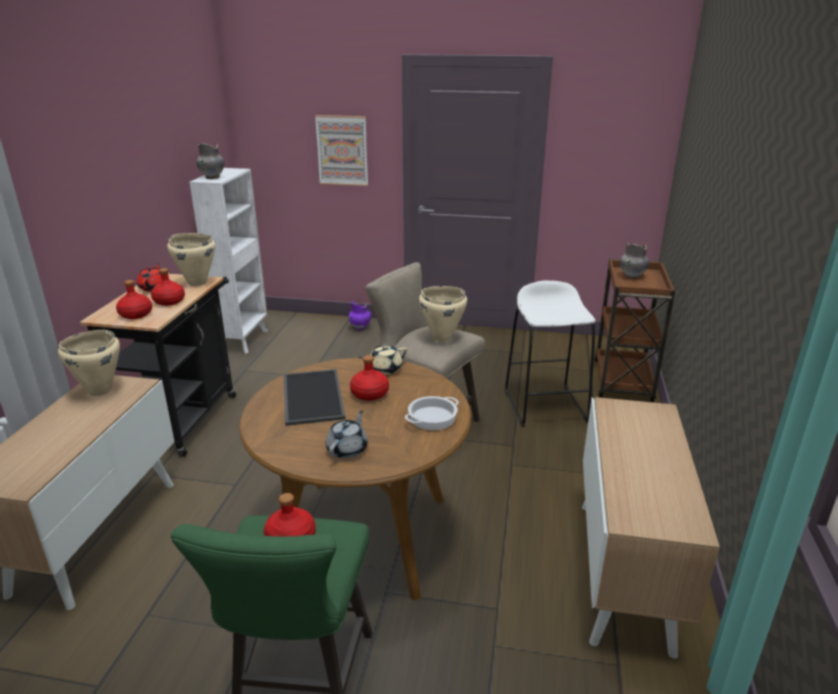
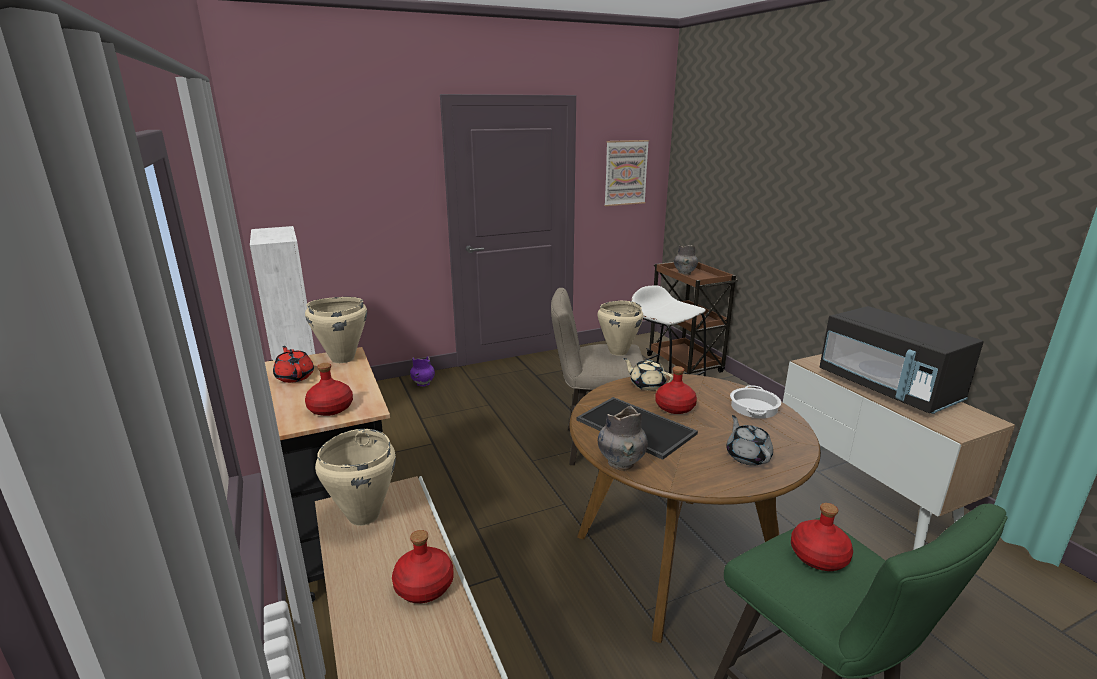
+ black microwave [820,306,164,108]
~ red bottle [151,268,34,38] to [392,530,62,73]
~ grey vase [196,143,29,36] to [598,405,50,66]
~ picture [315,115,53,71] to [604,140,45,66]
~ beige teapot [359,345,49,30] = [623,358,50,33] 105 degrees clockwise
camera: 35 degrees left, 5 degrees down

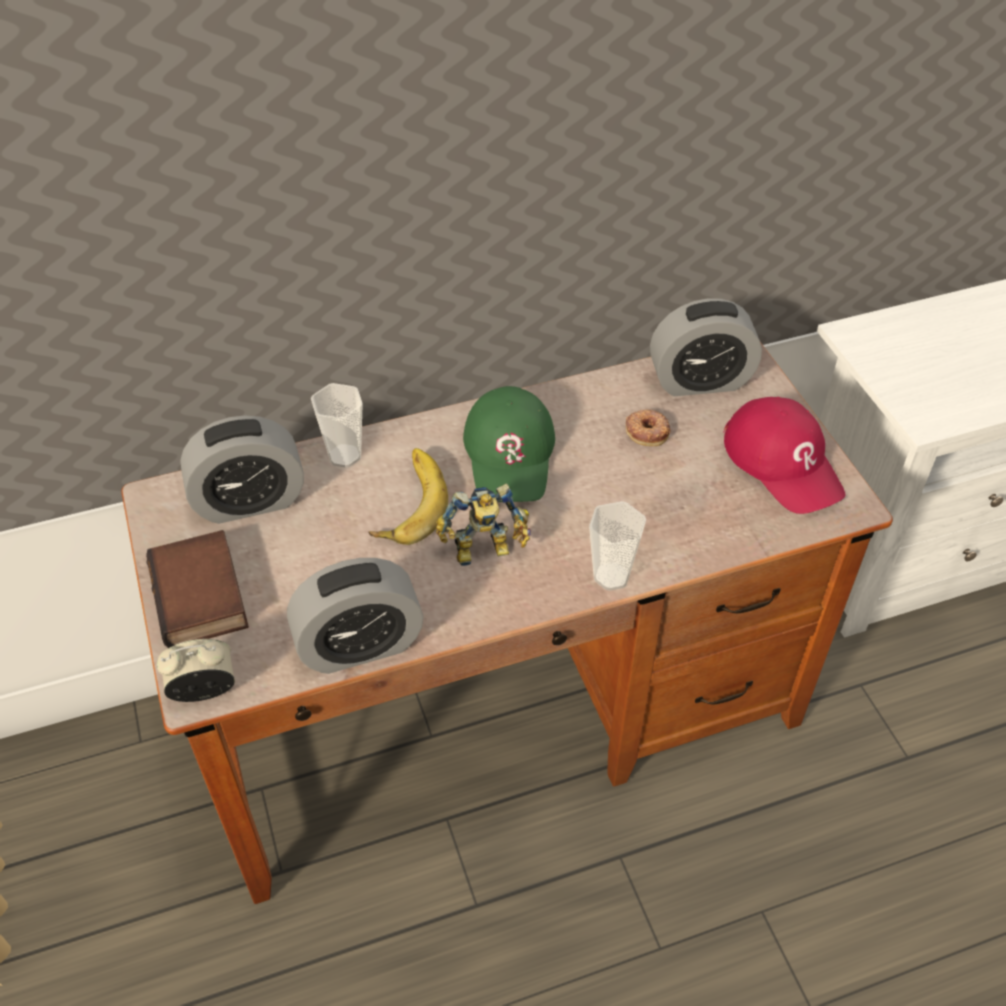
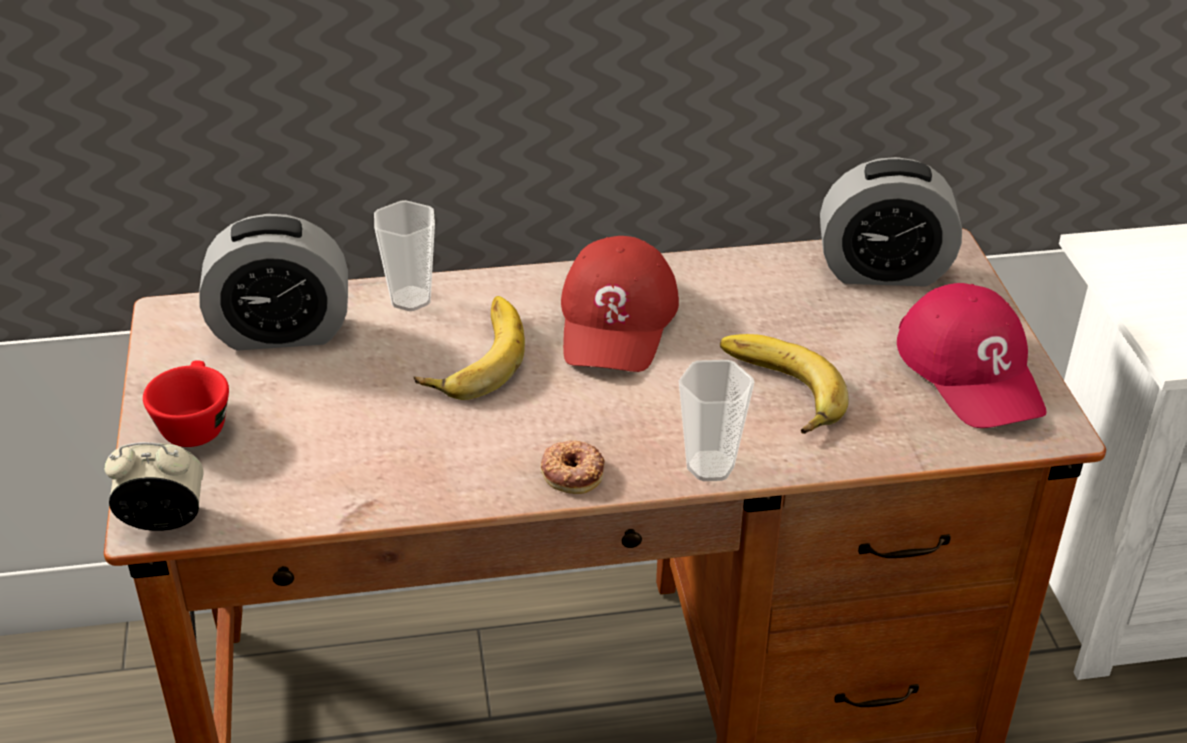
- alarm clock [287,558,137,116]
- toy robot [435,483,96,83]
+ banana [720,334,129,100]
~ donut [626,409,45,37] to [541,440,64,54]
~ book [146,530,103,118] to red cup [143,361,86,86]
~ green cap [463,386,92,116] to red cap [561,236,118,136]
camera: 10 degrees right, 10 degrees down

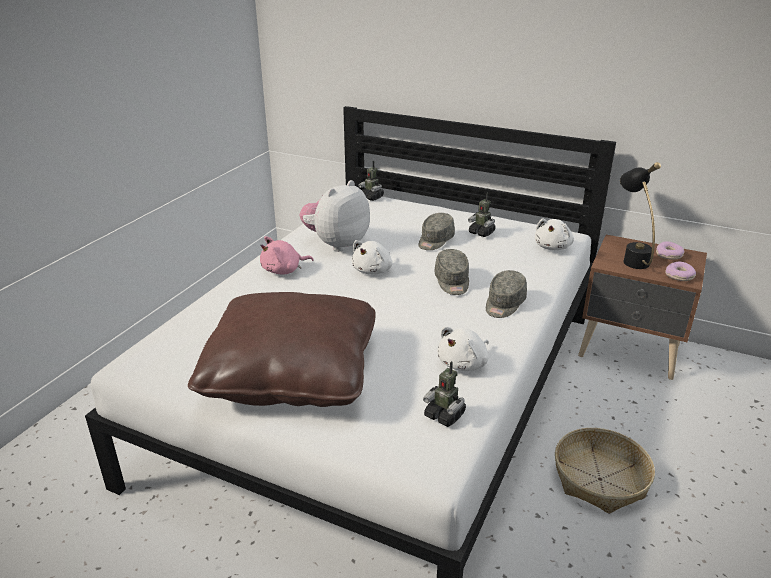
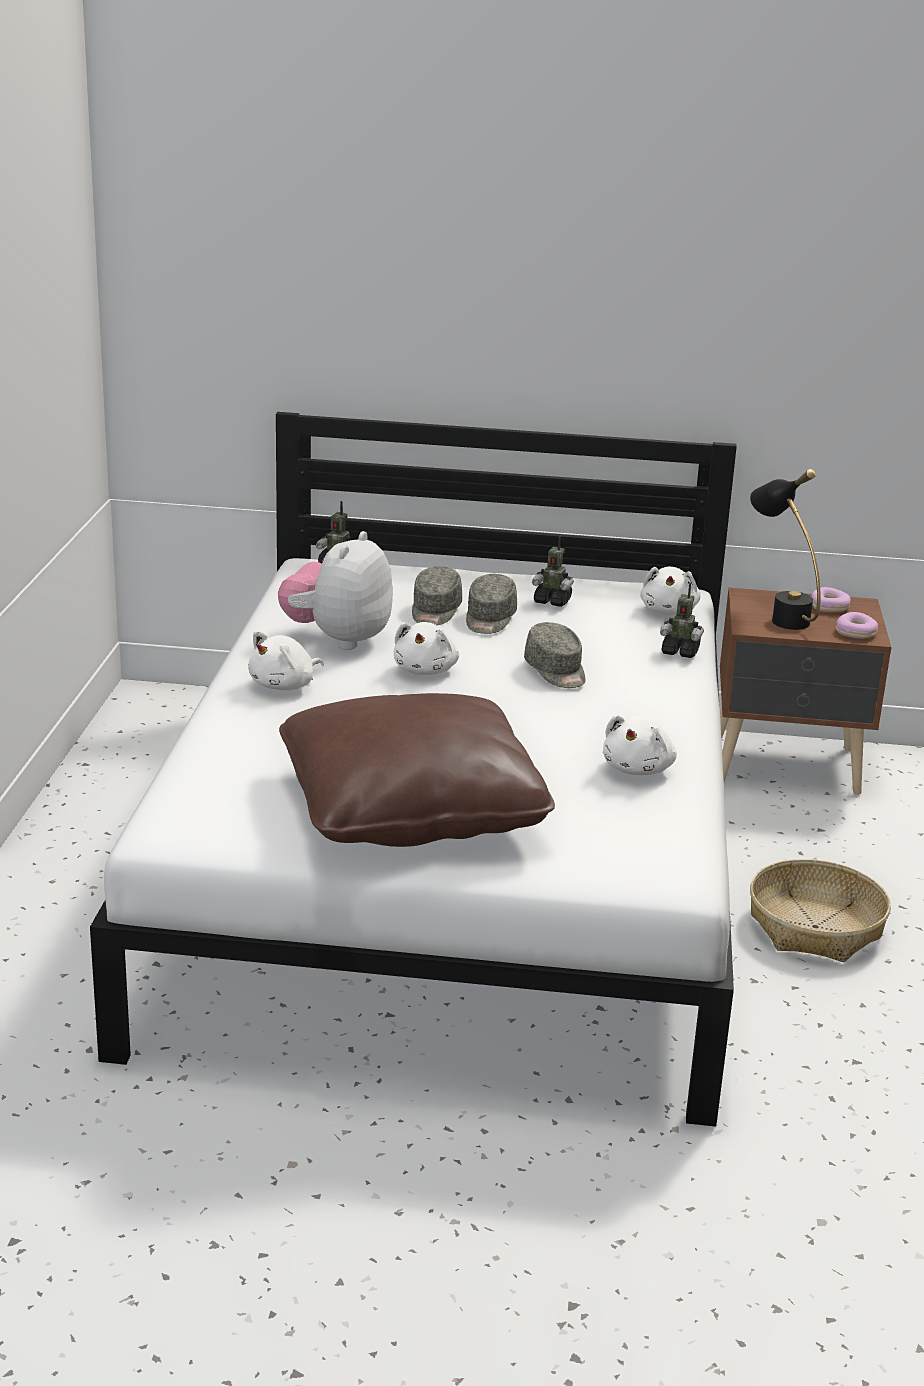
~ toy robot [423,361,43,66] to [660,583,44,75]
~ grey cap [486,270,41,48] to [412,566,50,59]
~ pink plush toy [260,236,54,38] to white plush toy [248,631,76,59]
camera: 20 degrees left, 5 degrees down

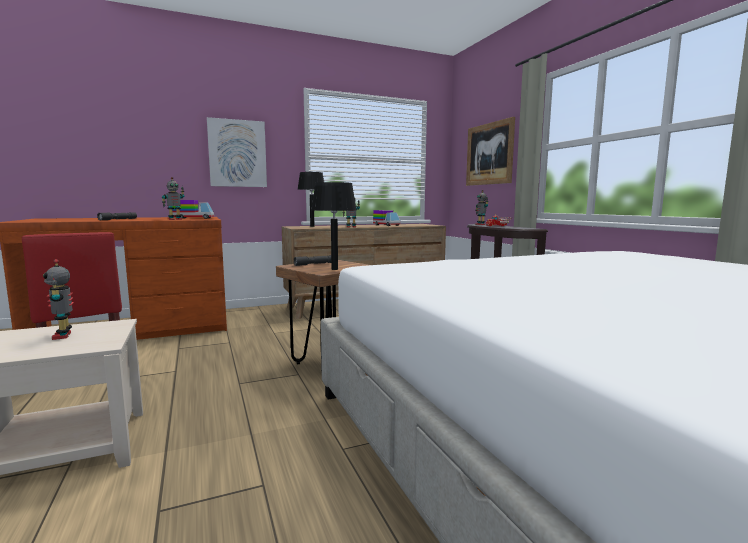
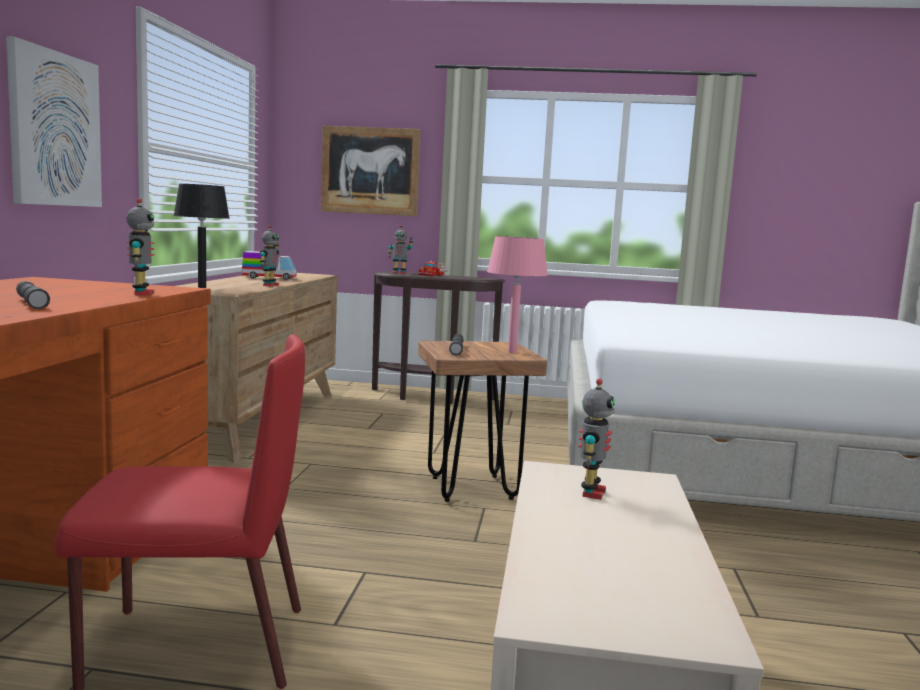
- toy truck [172,200,42,19]
~ black table lamp [311,182,45,88] to pink table lamp [487,236,61,117]
~ toy robot [43,259,31,81] = [578,378,37,122] 75 degrees counterclockwise
camera: 60 degrees left, 0 degrees up

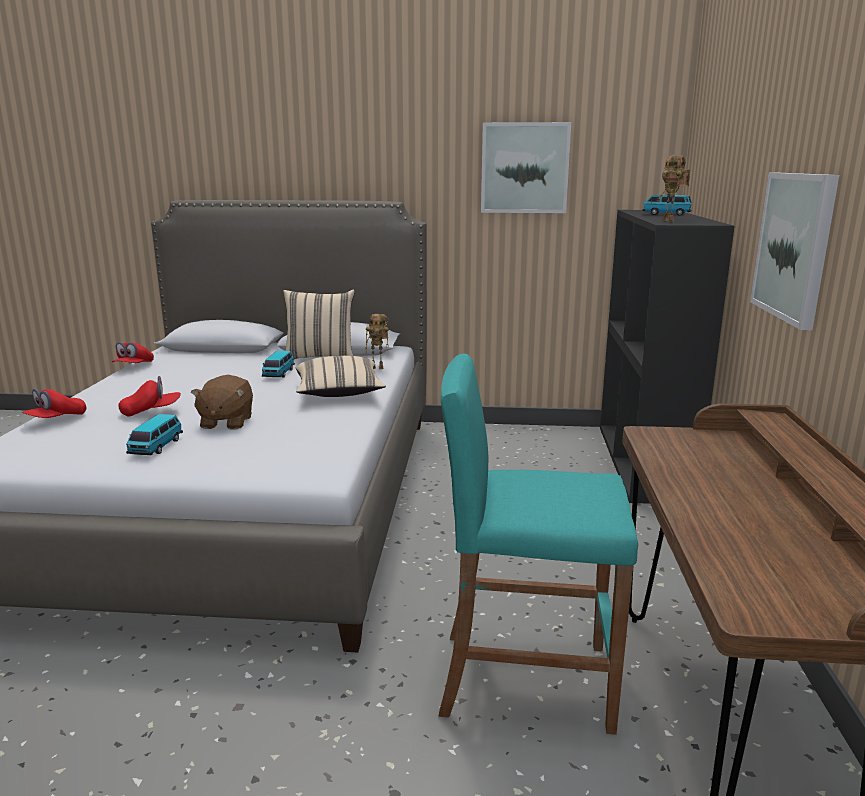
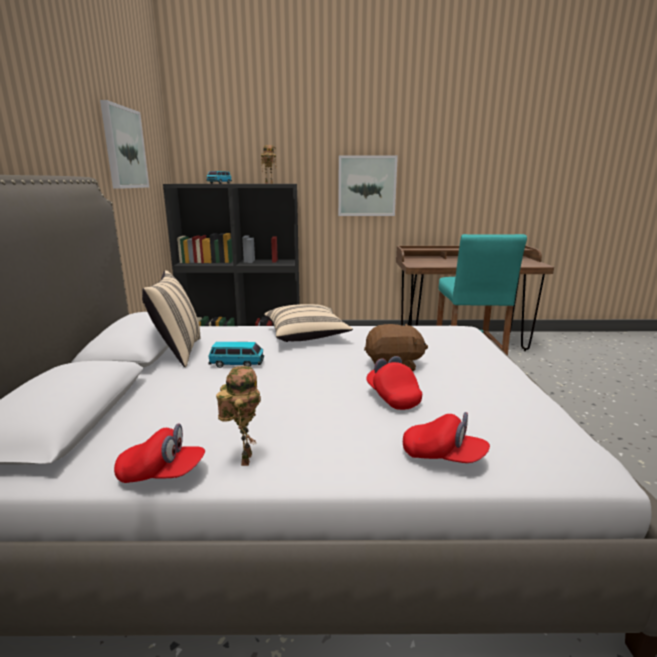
- toy car [126,414,57,41]
~ toy robot [365,314,24,55] to [216,366,45,100]
camera: 95 degrees left, 0 degrees up

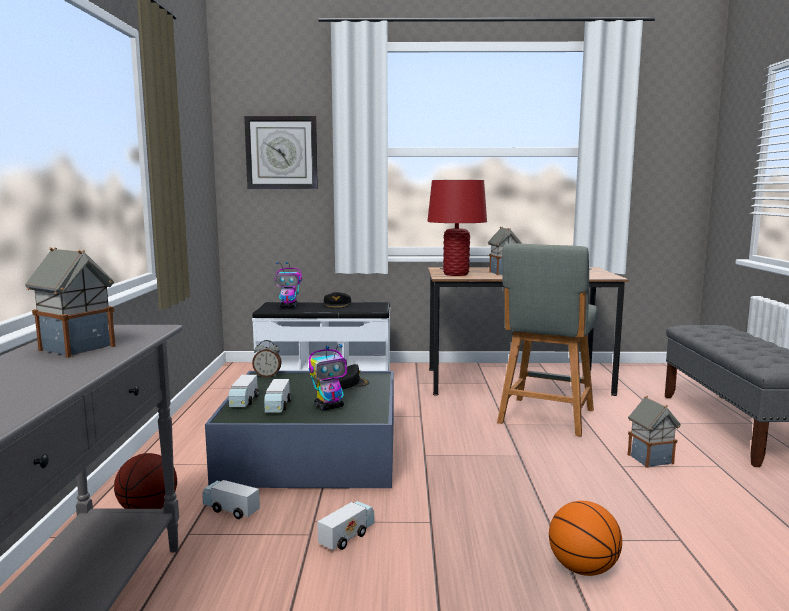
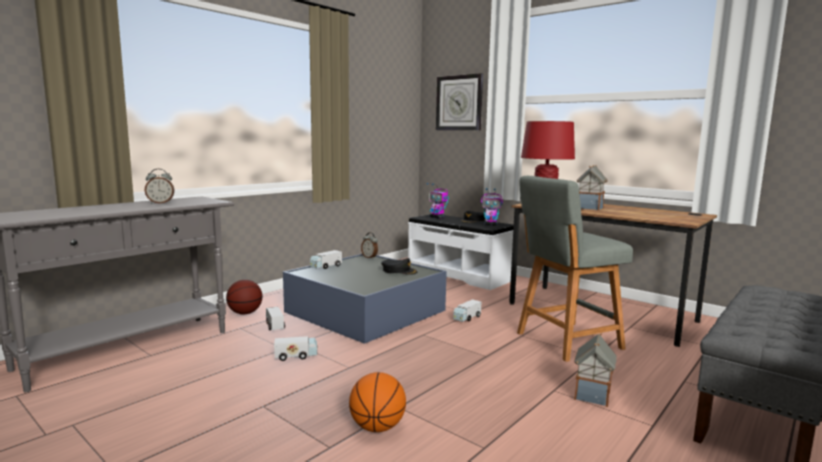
~ toy truck [264,379,27,33] to [453,299,28,23]
~ toy robot [309,344,38,67] to [481,188,22,38]
~ toy house [25,247,91,111] to alarm clock [144,169,30,35]
camera: 40 degrees right, 0 degrees up

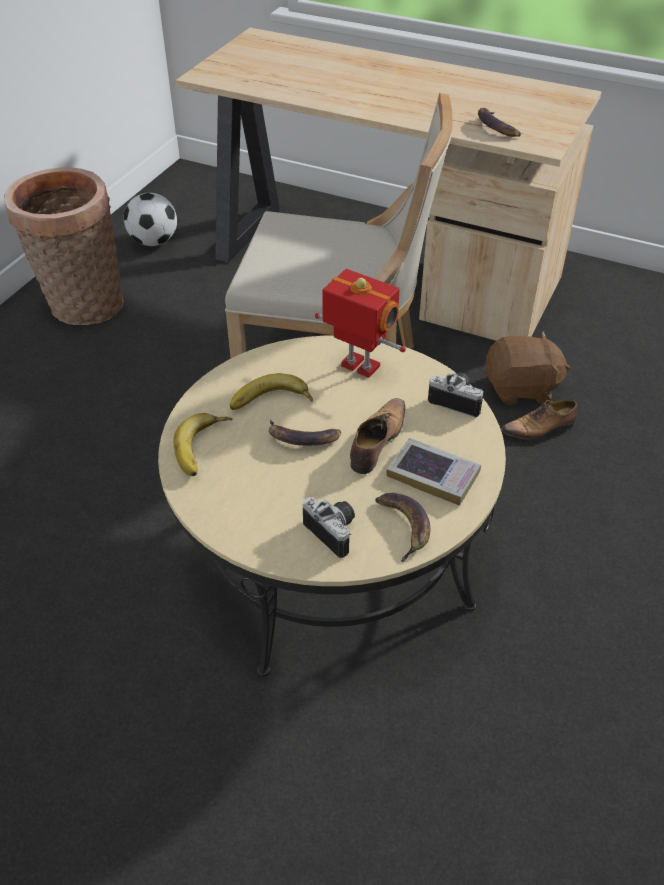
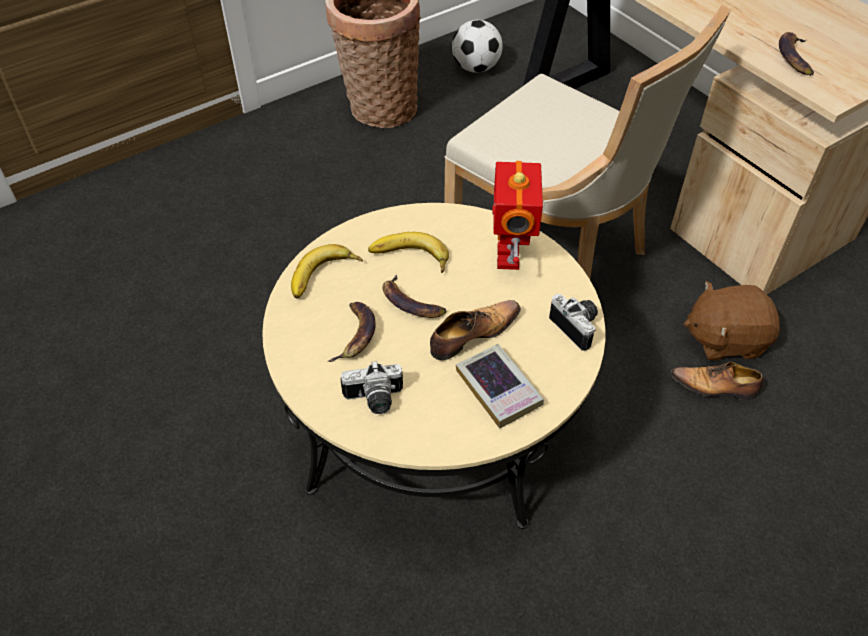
~ banana [375,493,55,69] to [328,302,48,60]
~ photo camera [303,497,52,61] = [341,361,62,53] 90 degrees clockwise
~ toy robot [315,269,91,109] = [492,161,51,109] 150 degrees counterclockwise
~ brown plush toy [484,331,86,74] = [684,281,95,79] 150 degrees clockwise
camera: 30 degrees right, 5 degrees up

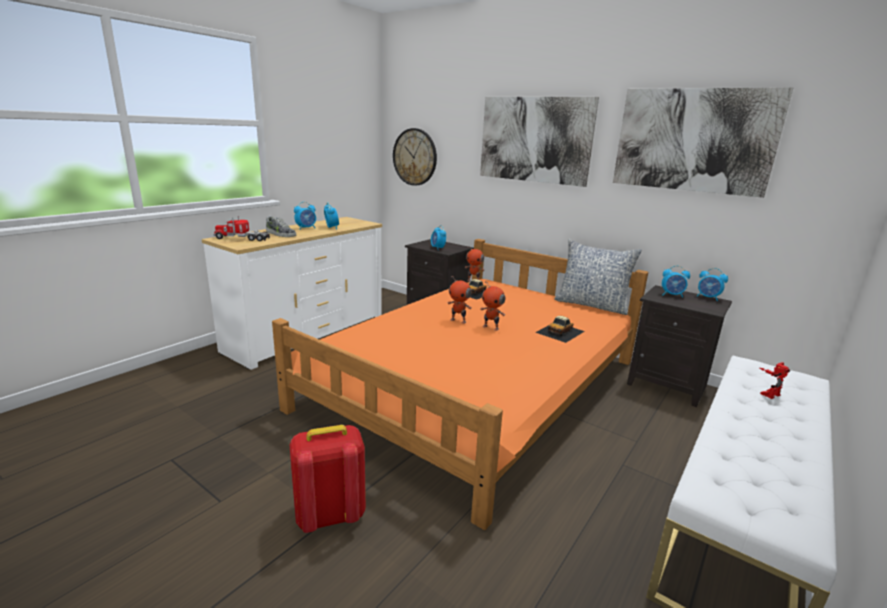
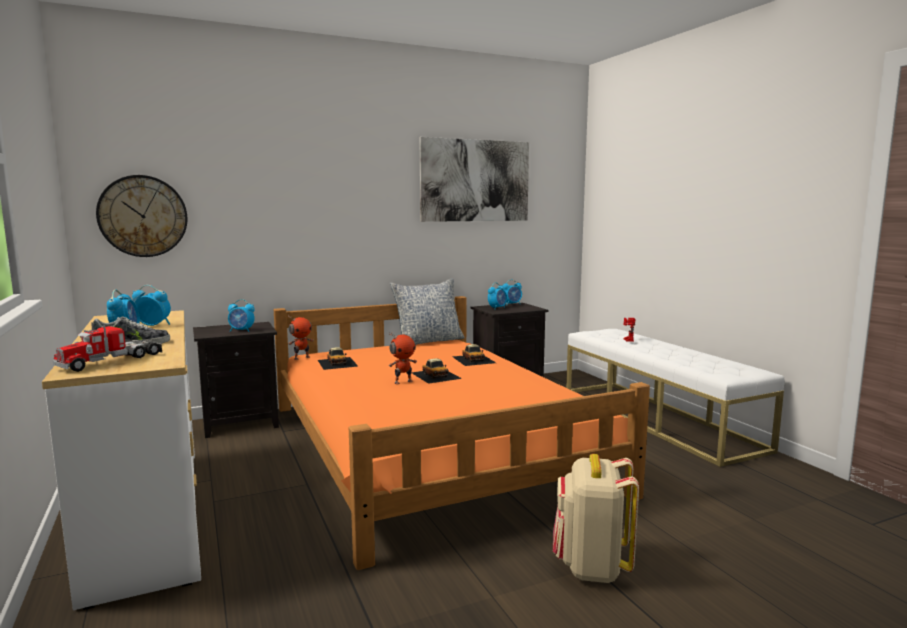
- picture [480,97,119,90]
~ toy robot [480,282,25,49] to toy car [412,359,50,25]
~ red backpack [290,425,76,108] to beige backpack [553,454,86,129]
camera: 60 degrees left, 10 degrees down

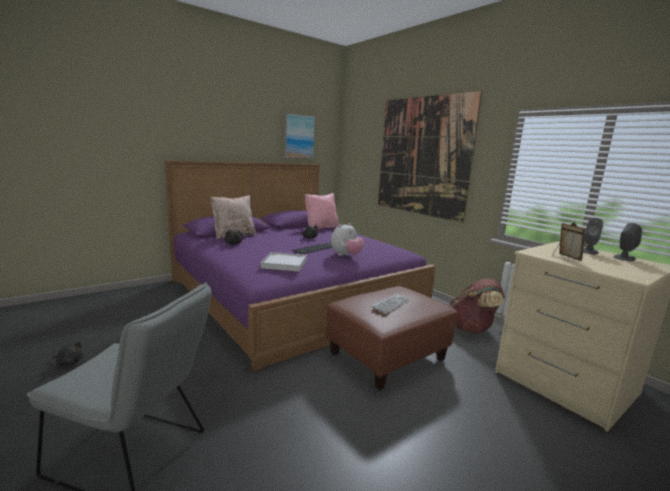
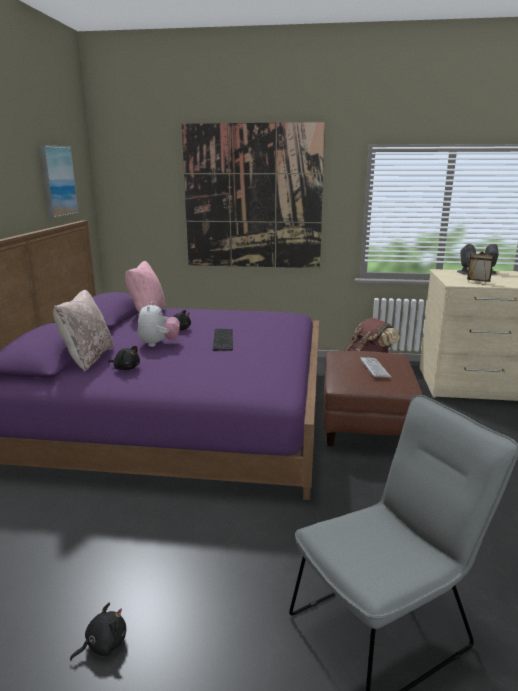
- white tray [261,252,46,19]
~ plush toy [331,223,34,33] to [137,302,43,45]
camera: 45 degrees left, 5 degrees up

